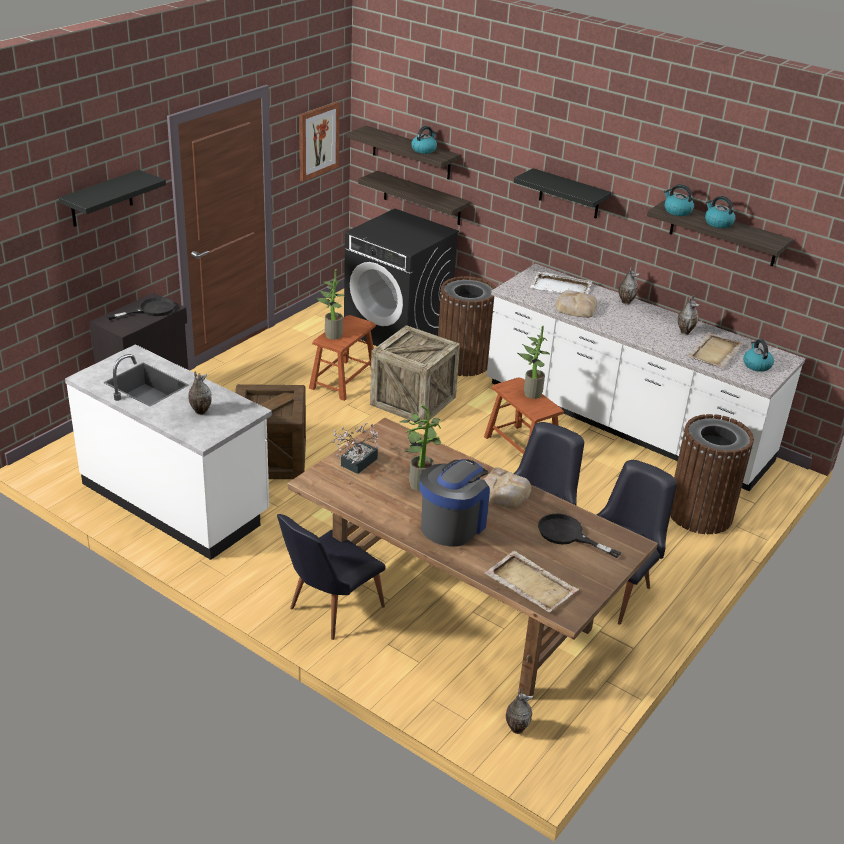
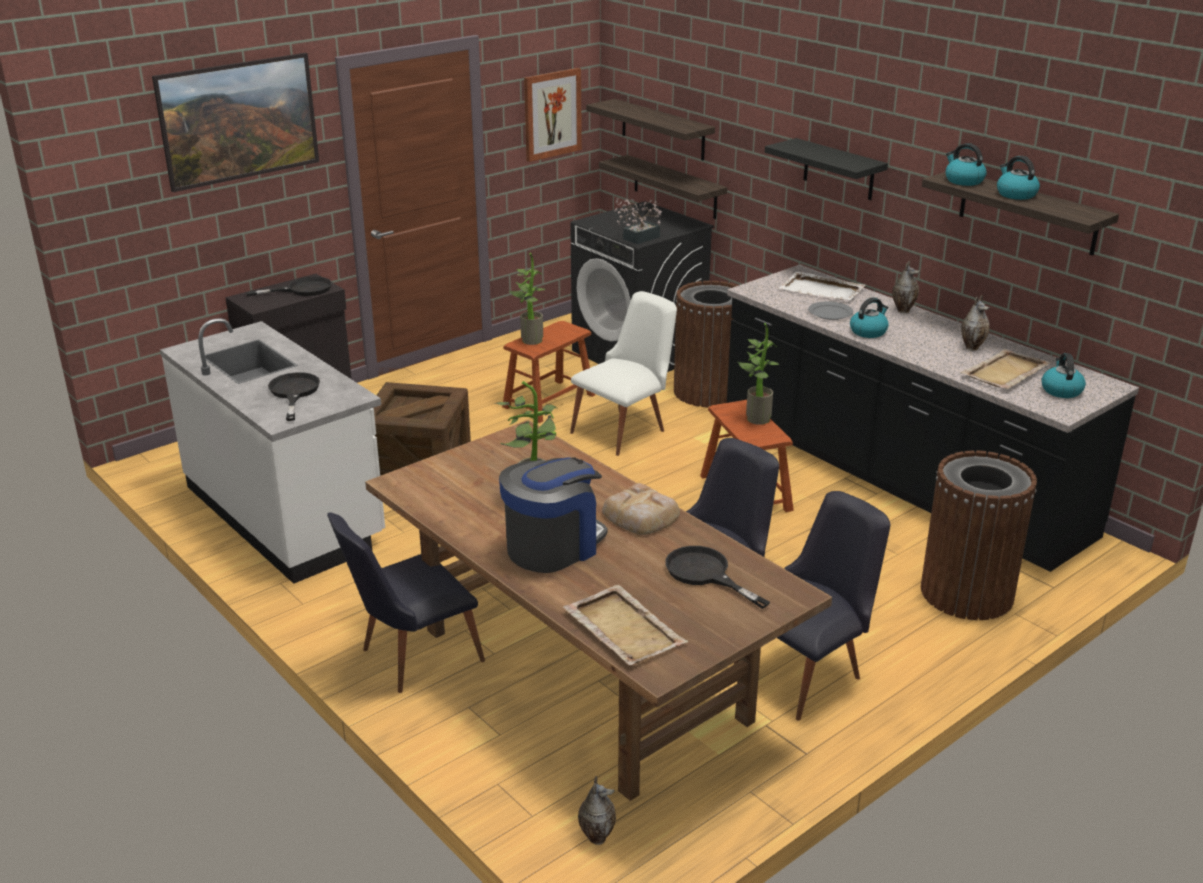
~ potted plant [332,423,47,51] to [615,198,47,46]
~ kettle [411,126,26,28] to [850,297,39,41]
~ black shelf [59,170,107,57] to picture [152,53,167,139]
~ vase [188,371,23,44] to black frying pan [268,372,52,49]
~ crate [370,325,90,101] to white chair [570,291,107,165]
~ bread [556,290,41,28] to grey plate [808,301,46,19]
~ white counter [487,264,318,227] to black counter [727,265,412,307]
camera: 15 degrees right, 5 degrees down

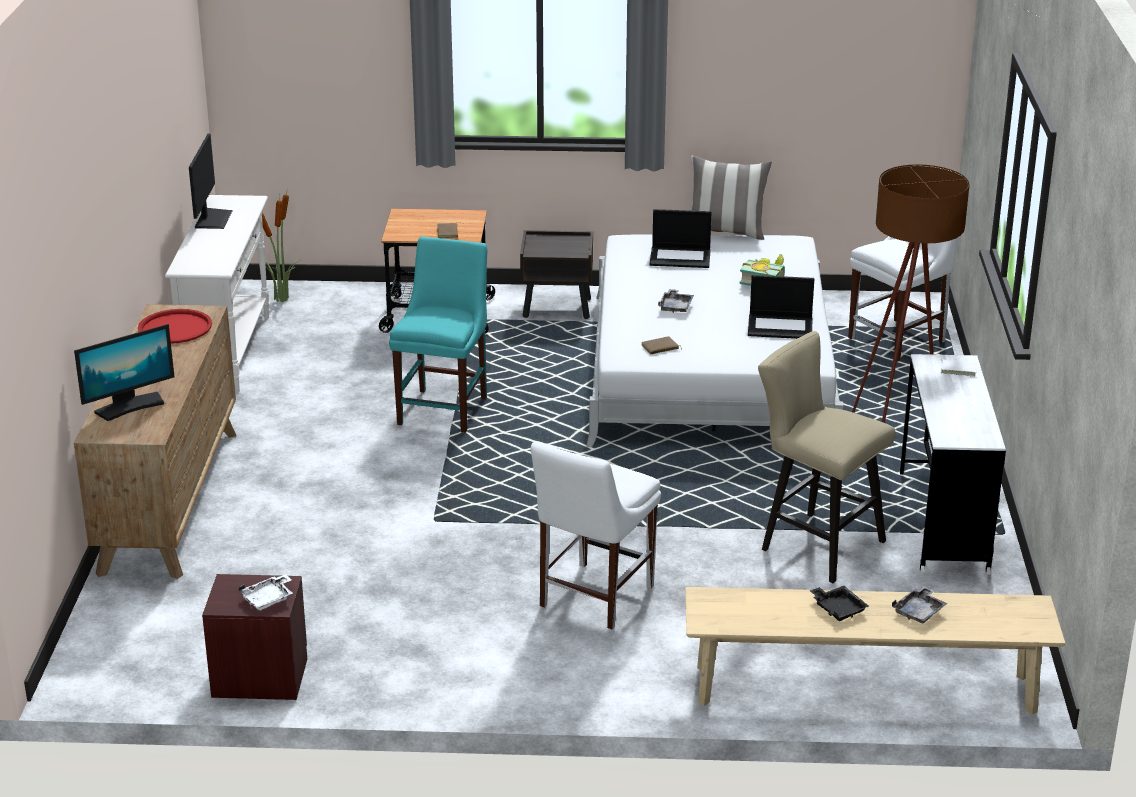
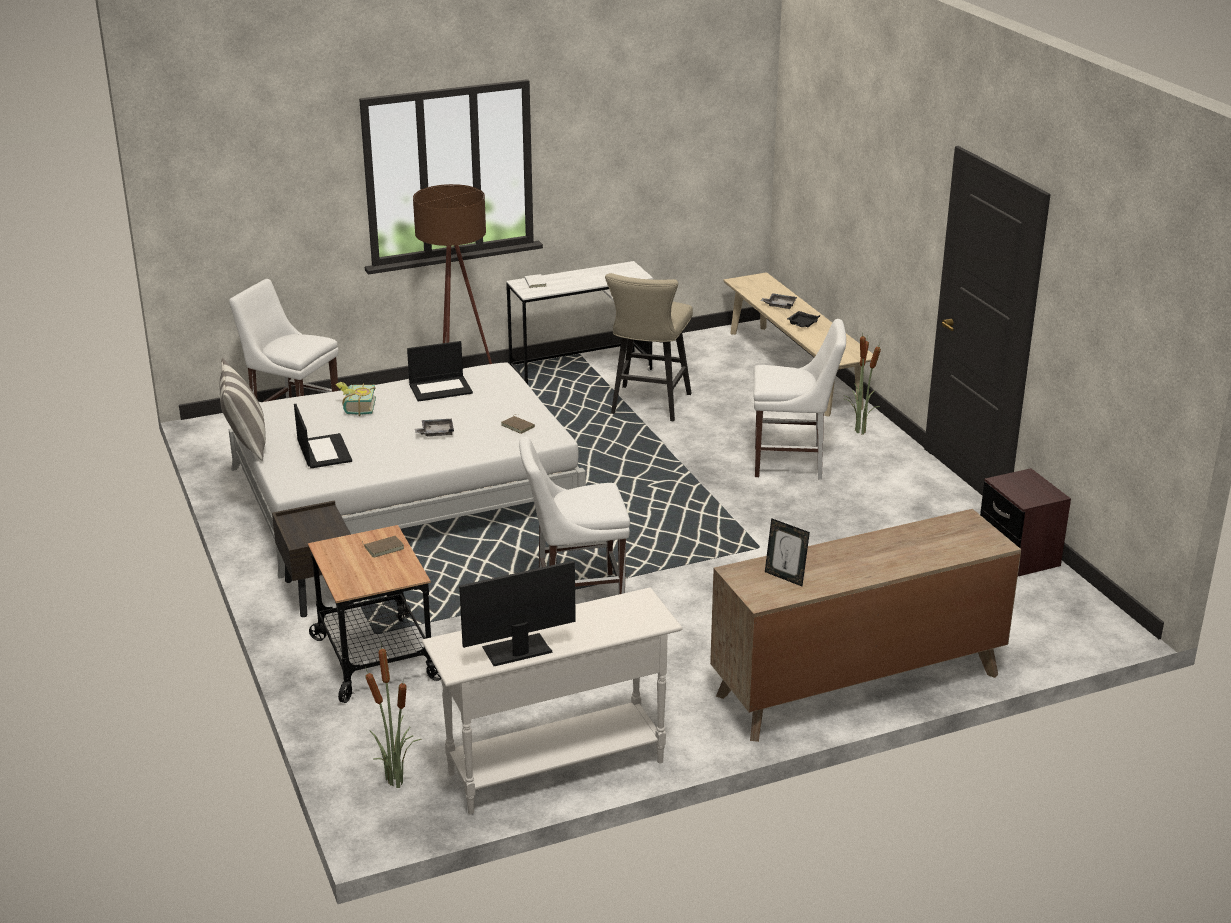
- monitor [74,324,100,97]
- white tray [238,574,55,36]
+ potted plant [843,331,38,104]
~ red tray [138,309,74,35] to picture frame [765,518,45,68]
~ turquoise chair [389,236,98,197] to white chair [519,436,111,158]
~ laptop [748,275,66,64] = [407,341,66,61] 90 degrees clockwise
camera: 115 degrees left, 0 degrees up

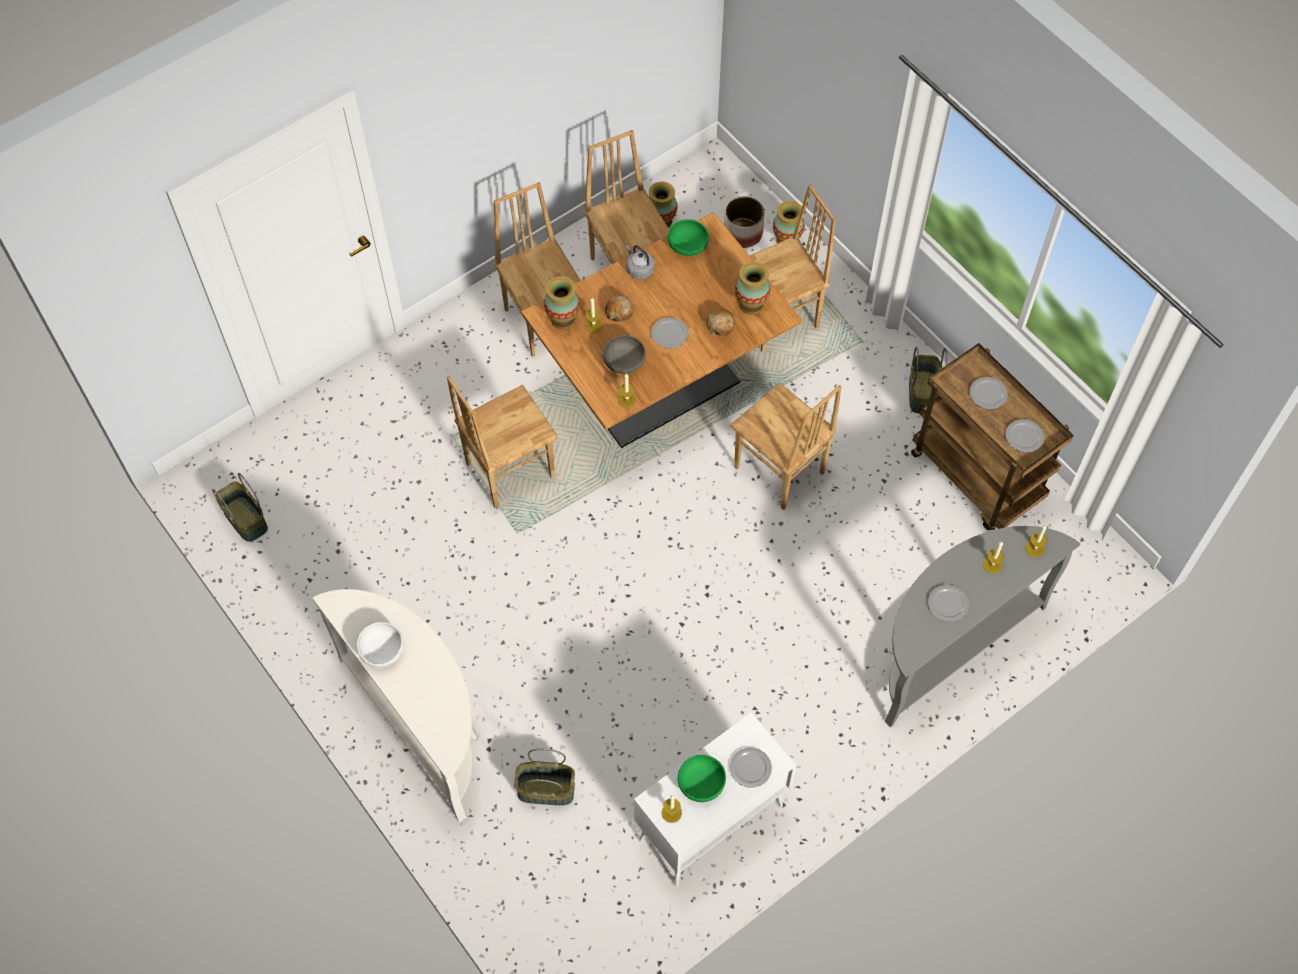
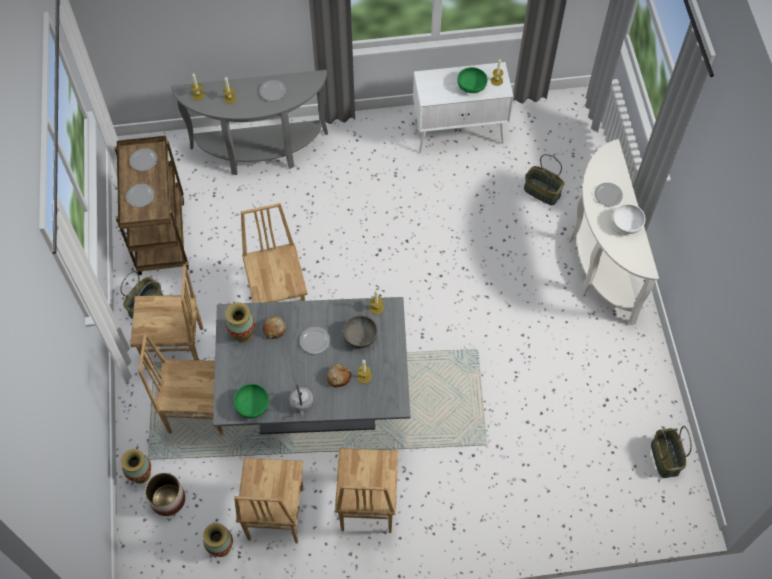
- vase [544,276,36,54]
~ brown chair [447,376,111,132] to [130,264,73,106]
~ plate [730,747,42,41] to [594,183,29,23]
~ brown dining table [521,212,281,236] to grey dining table [213,297,197,137]
camera: 150 degrees left, 0 degrees up

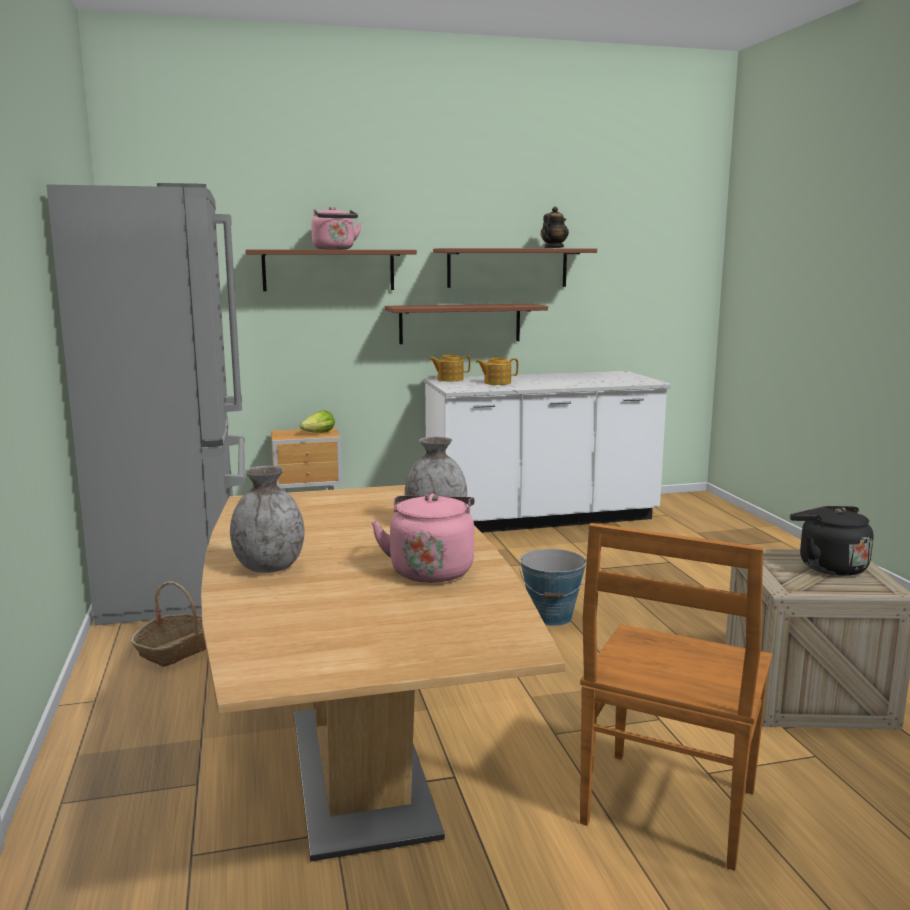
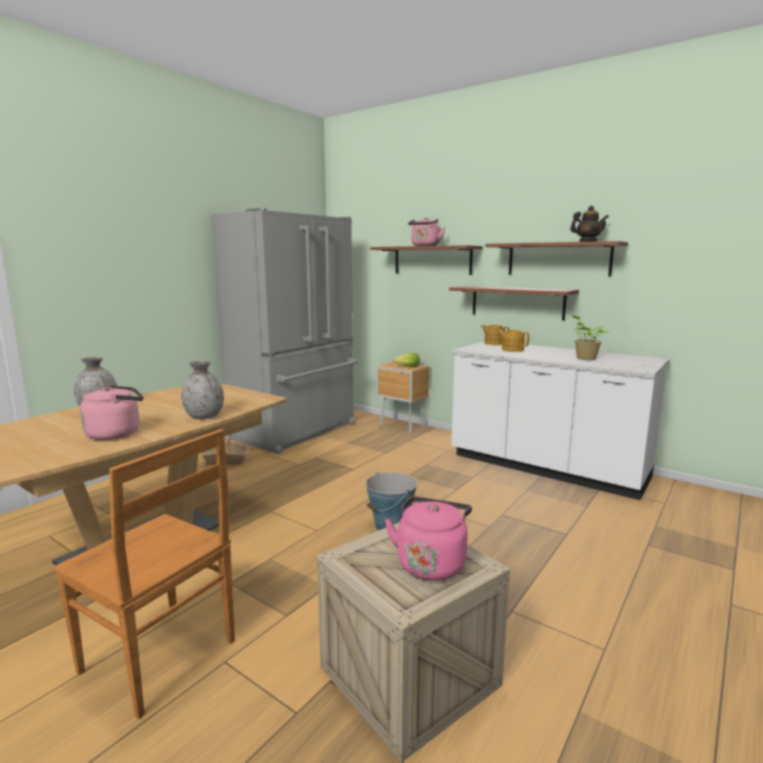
+ potted plant [571,314,37,46]
~ black kettle [790,506,83,70] to pink kettle [385,496,87,85]
~ brown chair [580,523,192,348] = [53,429,182,290] 135 degrees counterclockwise
camera: 50 degrees right, 0 degrees up

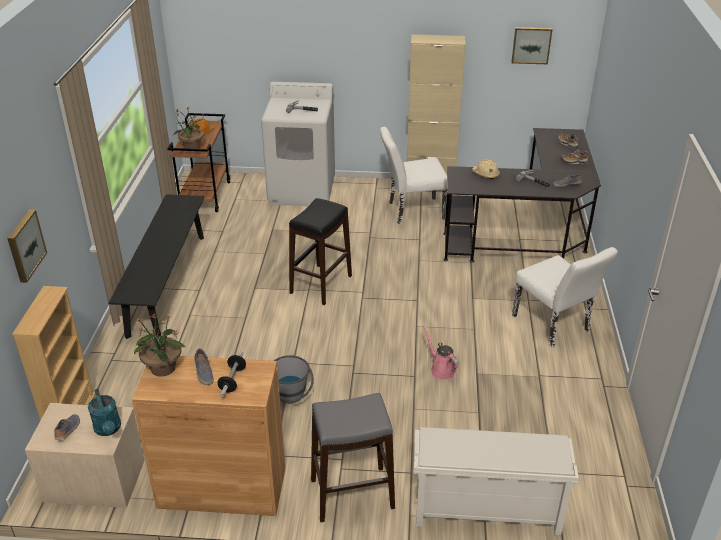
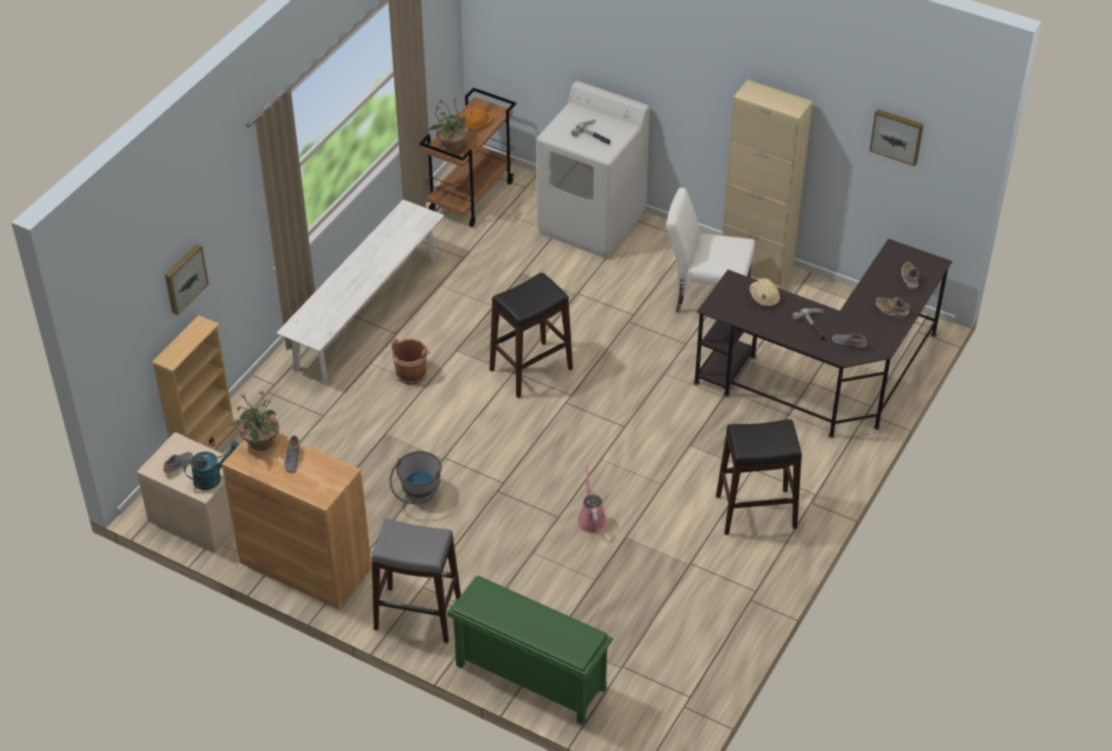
- dumbbell [218,351,28,46]
+ brown bucket [391,339,39,45]
~ white chair [512,247,106,100] to black stool [716,419,86,116]
~ black bench [109,194,96,145] to white bench [276,199,168,185]
~ white shoe rack [414,427,165,108] to green shoe rack [447,576,166,149]
~ turquoise watering can [88,389,33,47] = [184,440,55,50] 120 degrees counterclockwise
camera: 25 degrees right, 10 degrees up

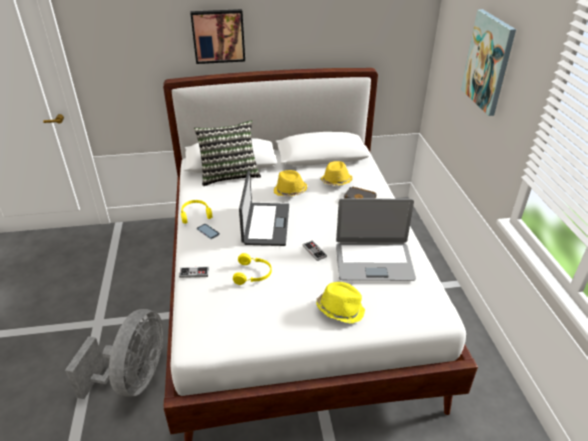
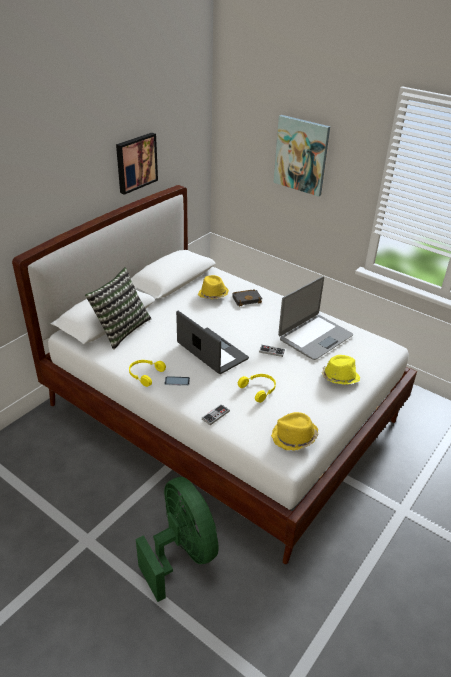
~ picture [190,9,55,55] to [116,133,42,62]
~ yellow hat [274,170,33,27] to [271,412,47,39]
~ grey fan [65,309,98,90] to green fan [136,477,83,125]
camera: 45 degrees left, 0 degrees up

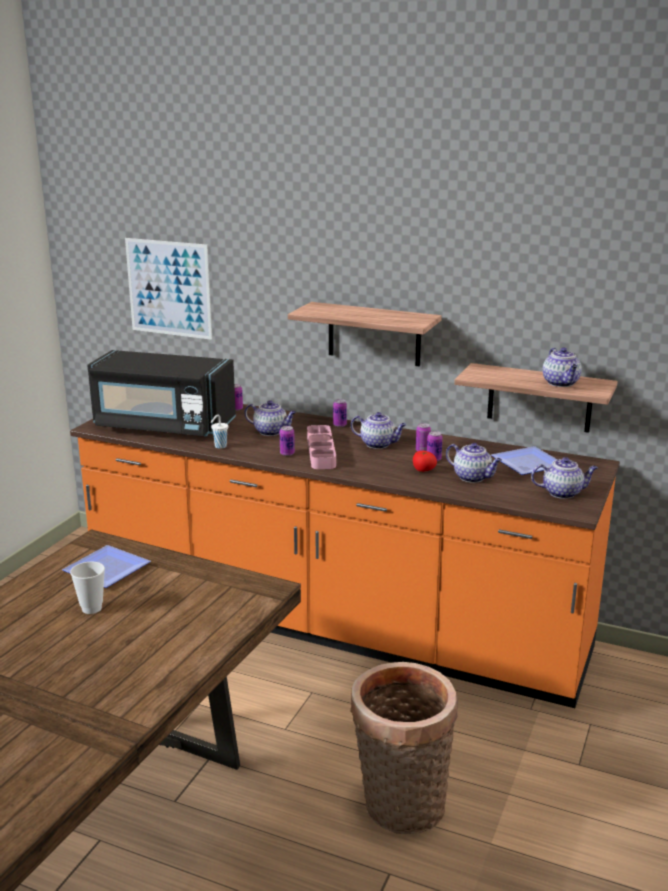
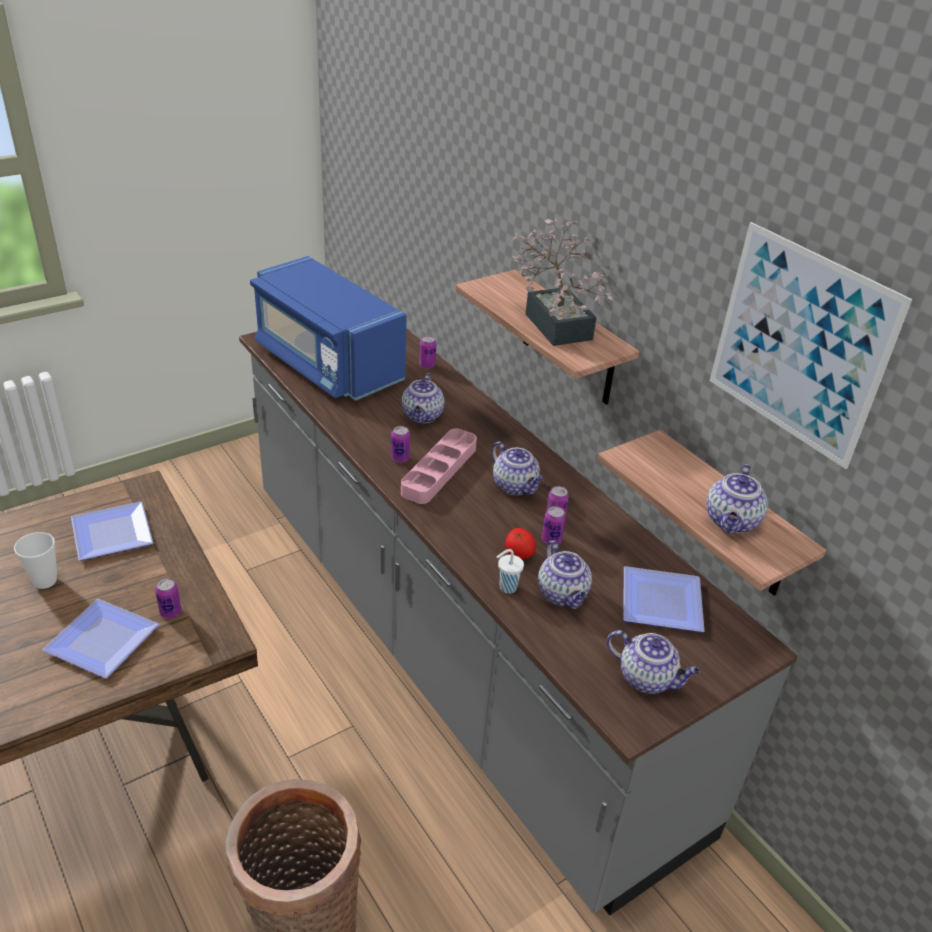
+ plate [42,599,117,79]
+ potted plant [512,219,101,127]
~ picture [125,238,87,102] to [710,222,202,247]
~ white cup [211,415,17,34] to [497,549,27,44]
~ can [333,399,14,28] to [155,578,27,41]
~ orange counter [70,404,550,304] to grey counter [239,328,559,588]
~ black microwave [87,350,149,86] to blue microwave [250,256,157,145]
~ teapot [245,400,51,36] = [402,373,43,50] 45 degrees clockwise
camera: 30 degrees right, 15 degrees up

